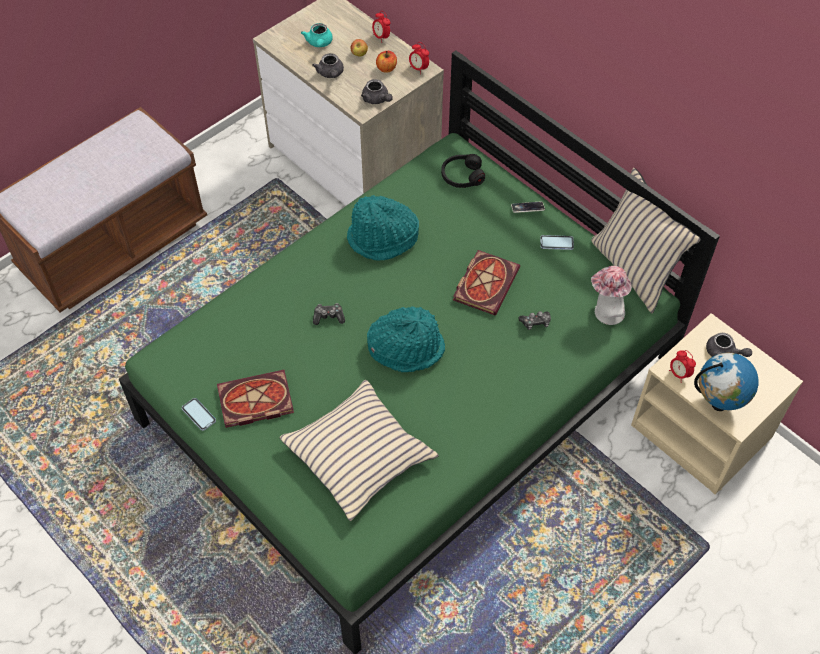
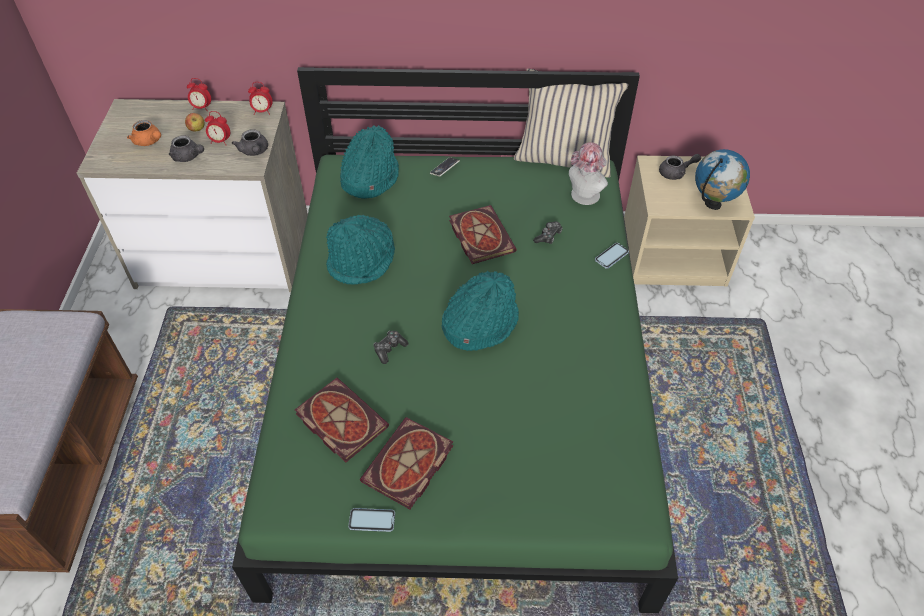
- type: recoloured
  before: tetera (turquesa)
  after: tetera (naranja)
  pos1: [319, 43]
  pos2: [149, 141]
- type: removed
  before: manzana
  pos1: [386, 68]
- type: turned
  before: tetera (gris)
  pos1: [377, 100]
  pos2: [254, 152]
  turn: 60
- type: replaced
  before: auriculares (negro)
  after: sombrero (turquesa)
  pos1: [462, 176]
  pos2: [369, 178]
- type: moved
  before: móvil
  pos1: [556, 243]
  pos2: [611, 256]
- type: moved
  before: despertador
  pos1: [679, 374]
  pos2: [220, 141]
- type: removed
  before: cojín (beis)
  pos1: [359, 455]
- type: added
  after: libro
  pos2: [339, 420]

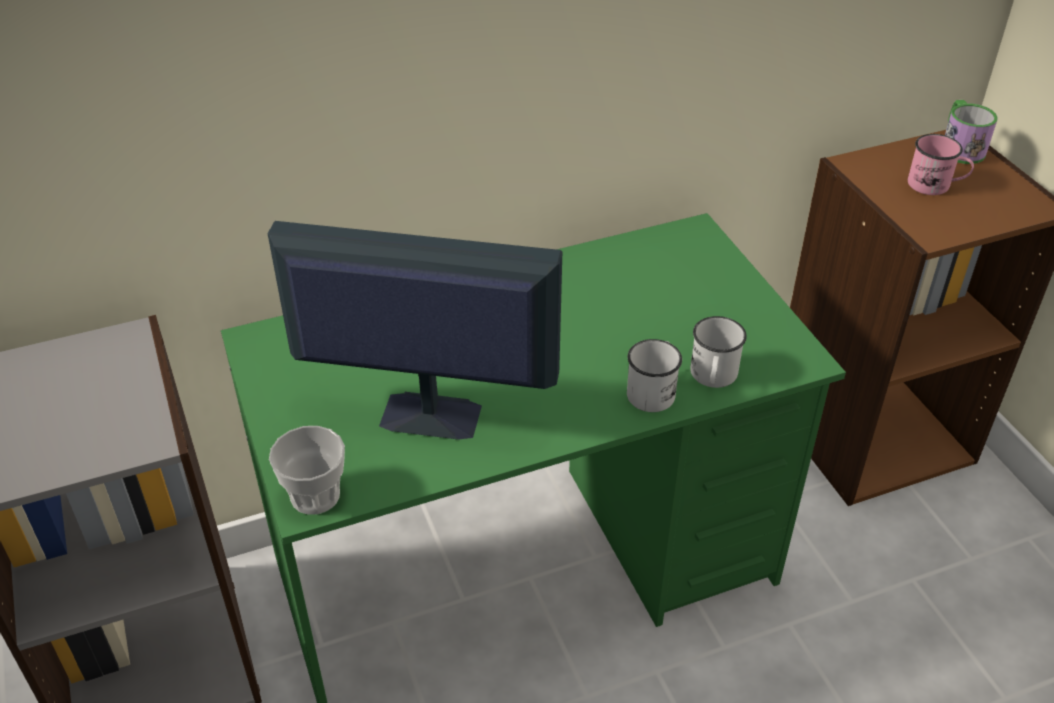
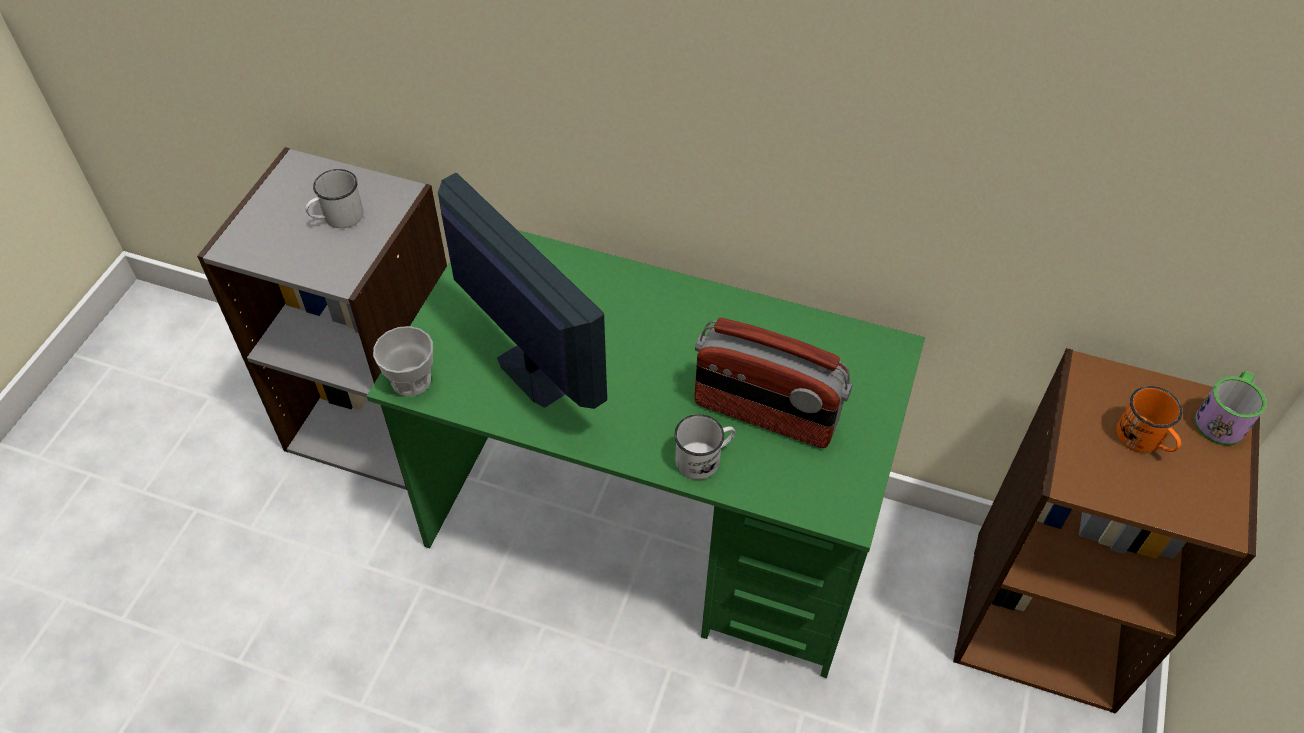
- type: recoloured
  before: taza grande (rosa)
  after: taza grande (naranja)
  pos1: [935, 185]
  pos2: [1144, 440]
- type: moved
  before: taza grande (blanco)
  pos1: [713, 377]
  pos2: [337, 218]
- type: added
  after: radio
  pos2: [765, 414]

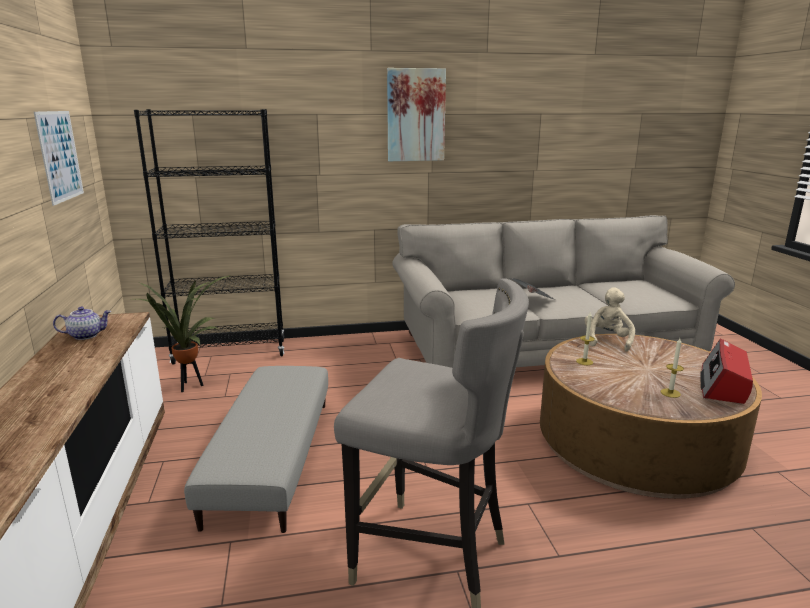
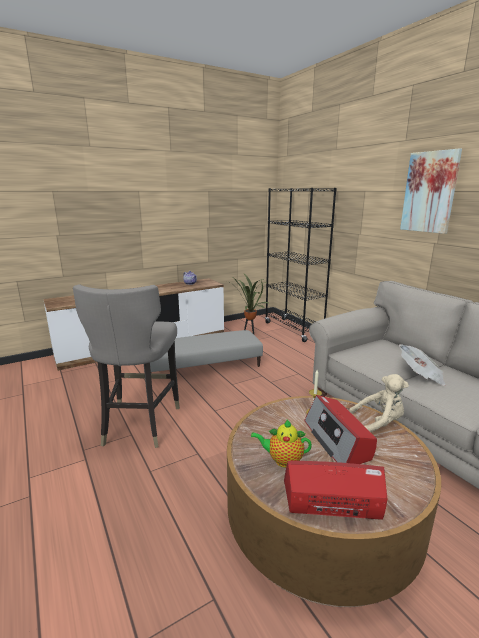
- type: removed
  before: cuadro
  pos1: [60, 156]
- type: replaced
  before: vela
  after: tetera
  pos1: [670, 393]
  pos2: [282, 460]
- type: added
  after: radio
  pos2: [337, 440]

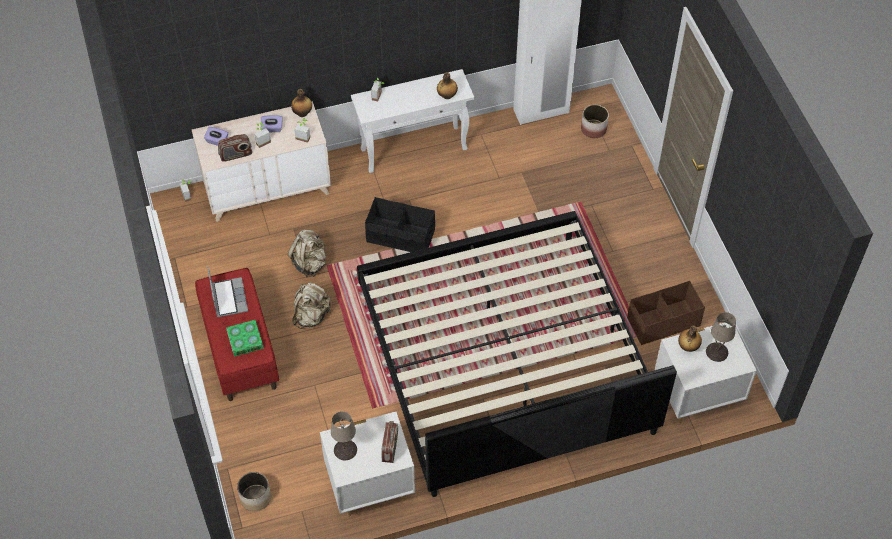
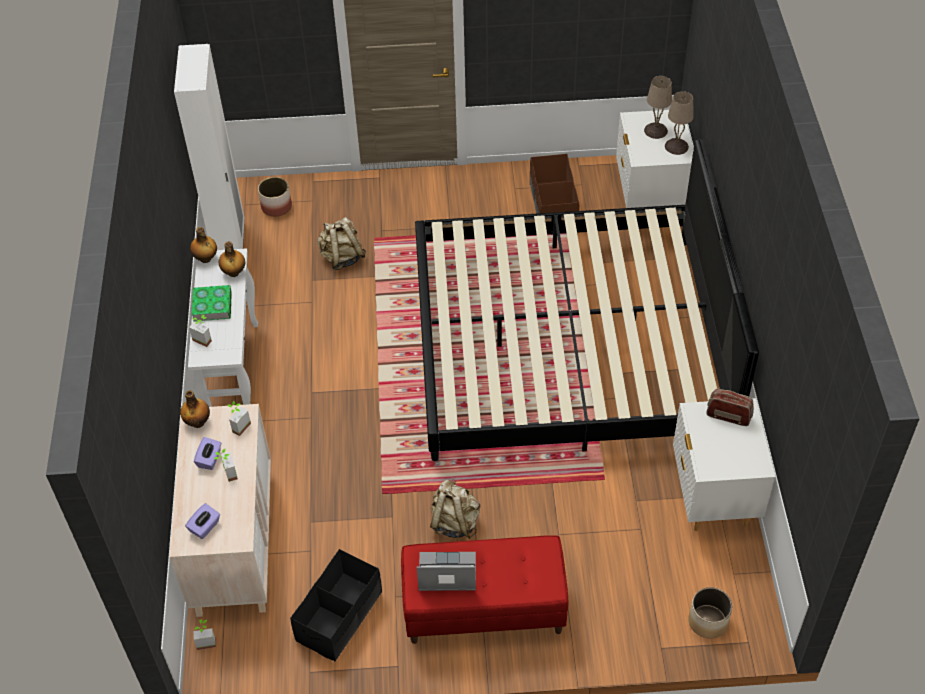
- type: removed
  before: radio
  pos1: [236, 155]
- type: moved
  before: caja de almacenaje (negro)
  pos1: [400, 236]
  pos2: [339, 616]
- type: moved
  before: mochila (beis)
  pos1: [310, 263]
  pos2: [342, 257]
- type: moved
  before: libro
  pos1: [245, 340]
  pos2: [212, 306]
- type: moved
  before: botella
  pos1: [687, 347]
  pos2: [206, 259]
- type: moved
  before: lámpara de mesa (beis)
  pos1: [345, 450]
  pos2: [677, 146]

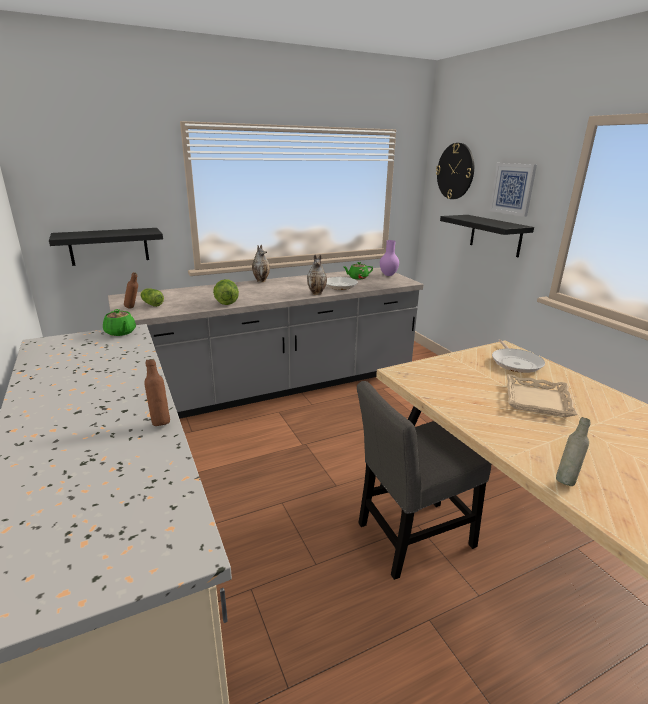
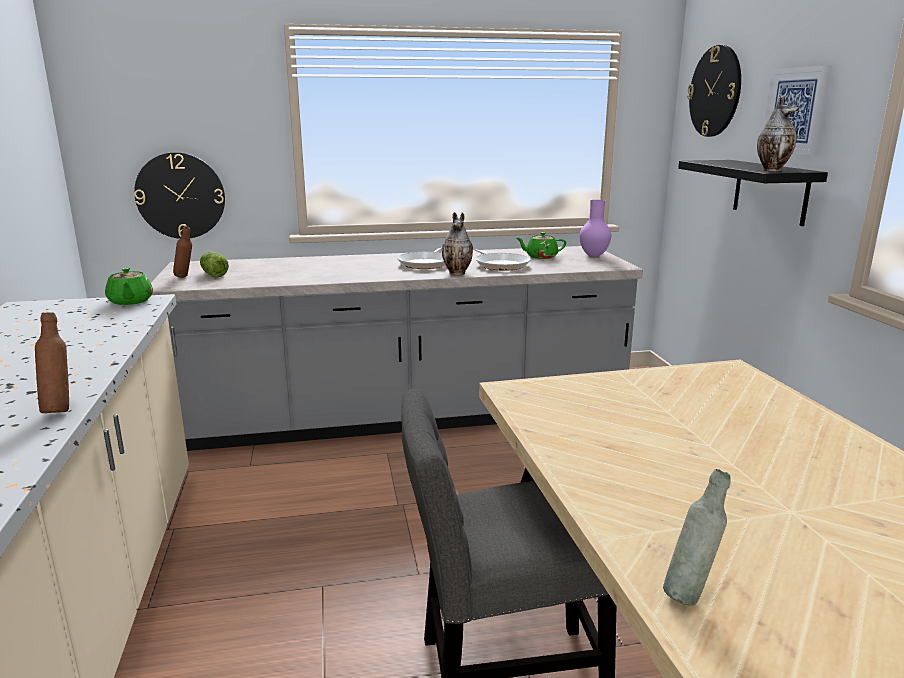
- type: replaced
  before: estante (negro)
  after: reloj de pared
  pos1: [109, 246]
  pos2: [180, 196]
- type: moved
  before: florero
  pos1: [261, 281]
  pos2: [772, 170]
- type: removed
  before: lechuga
  pos1: [226, 303]
- type: moved
  before: sartén
  pos1: [515, 362]
  pos2: [426, 263]
- type: removed
  before: bandeja (beis)
  pos1: [538, 400]

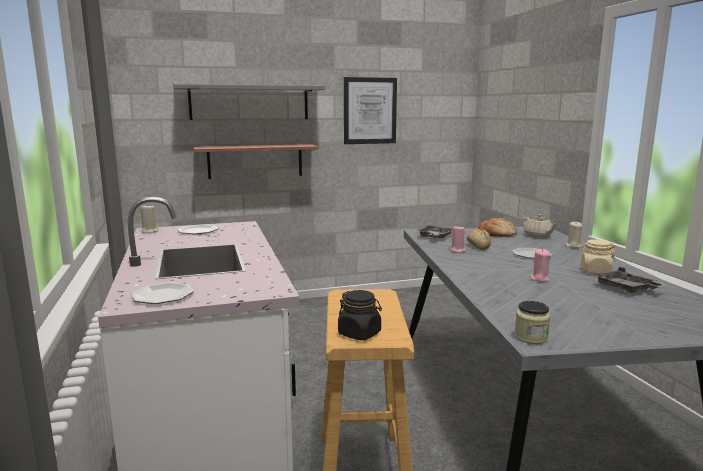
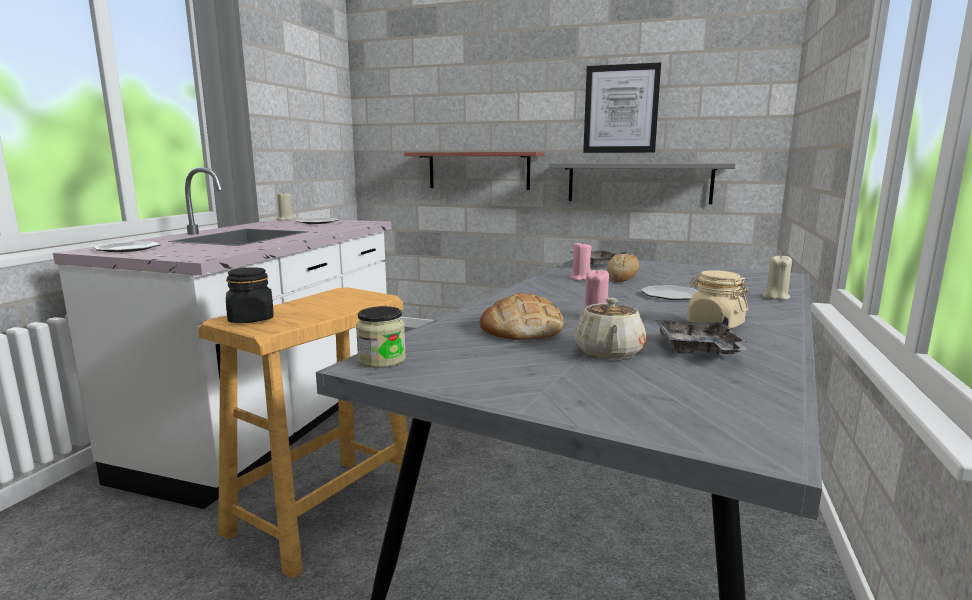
- type: moved
  before: estante (gris)
  pos1: [249, 102]
  pos2: [639, 182]
- type: moved
  before: tetera (beis)
  pos1: [538, 235]
  pos2: [608, 352]
- type: moved
  before: pan
  pos1: [497, 233]
  pos2: [521, 329]

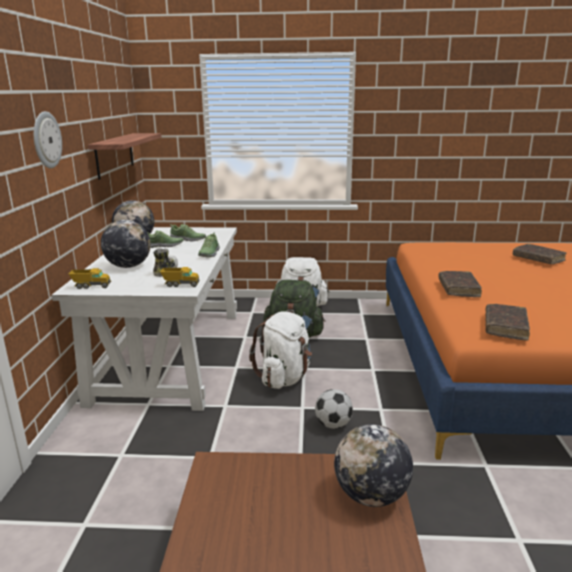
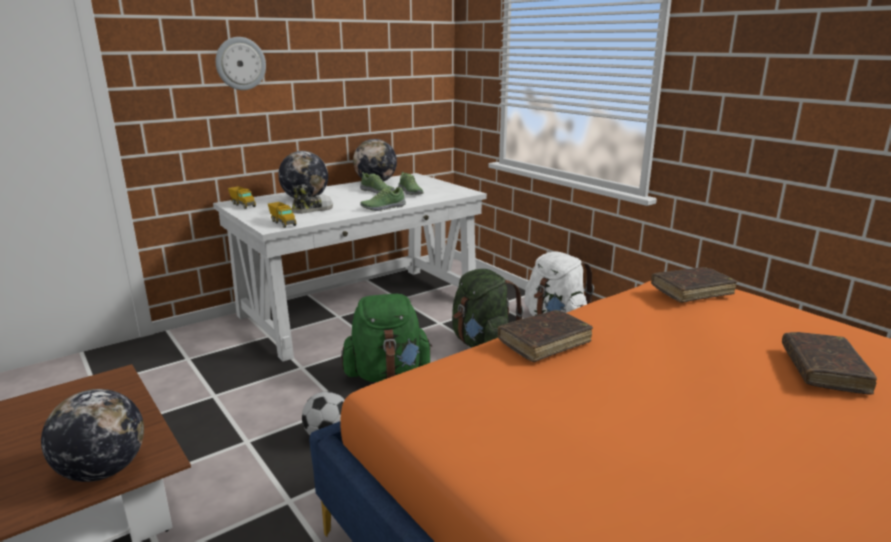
- type: removed
  before: estante
  pos1: [114, 155]
- type: moved
  before: libro (marrón)
  pos1: [505, 327]
  pos2: [691, 291]
- type: recoloured
  before: mochila (blanco)
  after: mochila (verde)
  pos1: [284, 378]
  pos2: [387, 374]

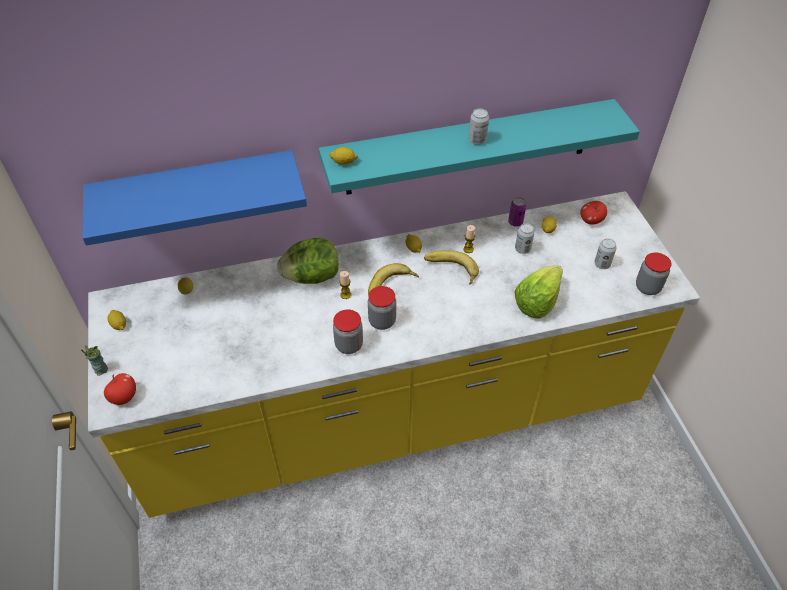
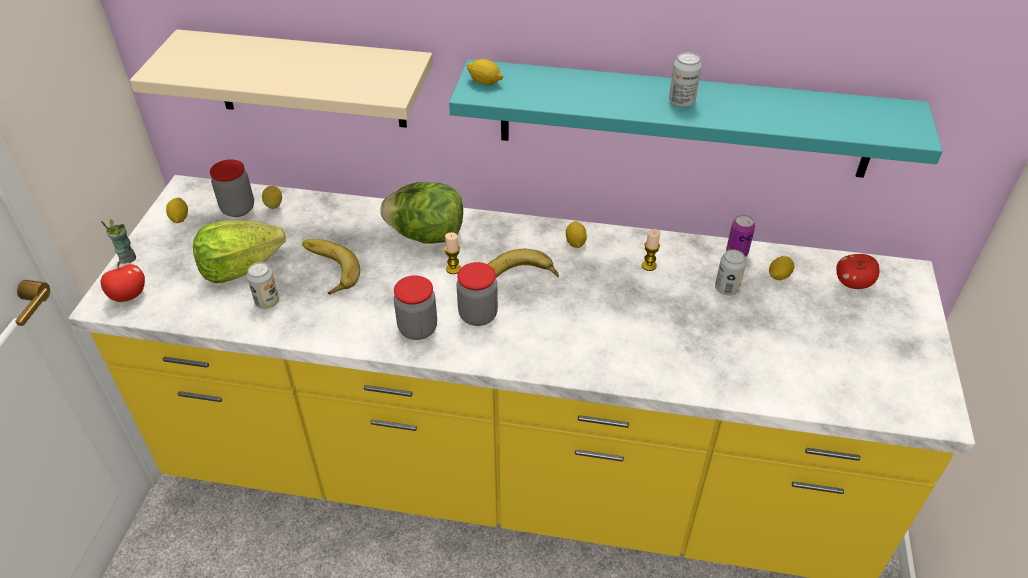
- type: recoloured
  before: estante (azul)
  after: estante (beis)
  pos1: [197, 192]
  pos2: [309, 79]
- type: moved
  before: lata
  pos1: [602, 264]
  pos2: [267, 302]
- type: moved
  before: plátano
  pos1: [450, 270]
  pos2: [326, 270]
- type: moved
  before: tarro
  pos1: [647, 287]
  pos2: [238, 209]
- type: moved
  before: lechuga
  pos1: [537, 302]
  pos2: [240, 267]

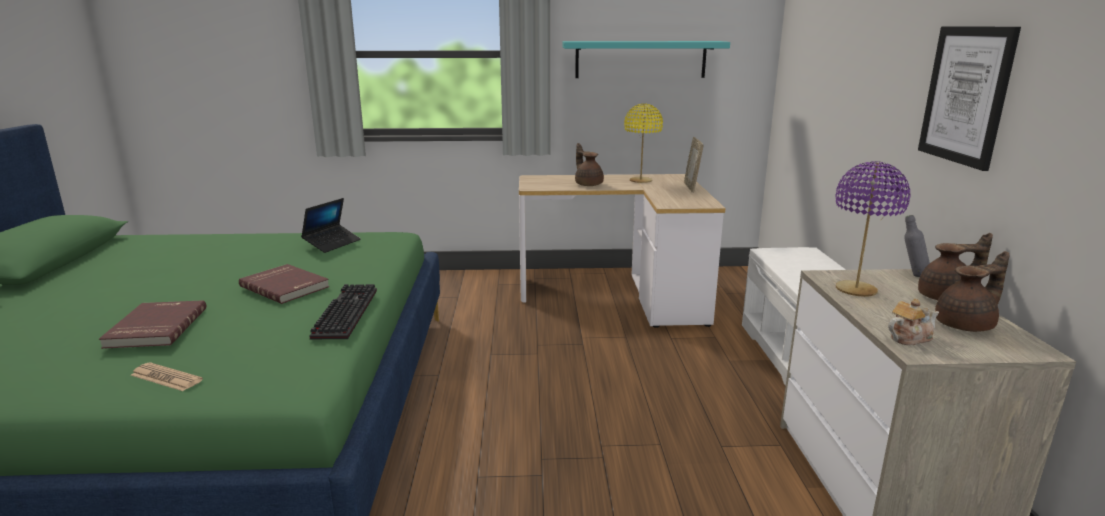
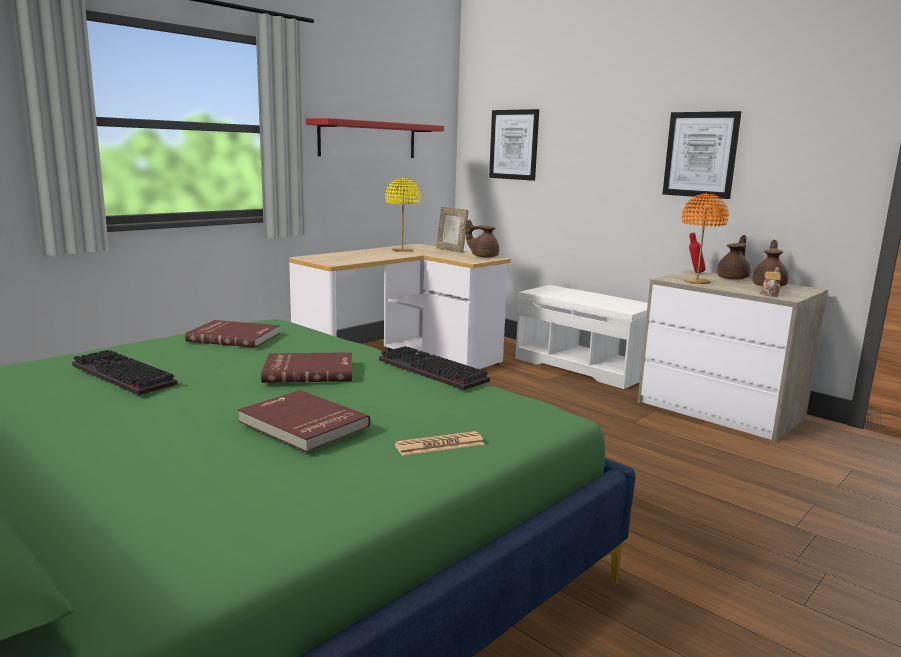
- type: recoloured
  before: estante (turquesa)
  after: estante (rojo)
  pos1: [640, 59]
  pos2: [368, 139]
- type: moved
  before: tetera (marrón)
  pos1: [588, 184]
  pos2: [483, 256]
- type: recoloured
  before: lámpara de mesa (morado)
  after: lámpara de mesa (naranja)
  pos1: [855, 290]
  pos2: [696, 282]
- type: replaced
  before: portátil
  after: libro (rojo)
  pos1: [332, 243]
  pos2: [234, 337]
- type: recoloured
  before: botella (gris)
  after: botella (rojo)
  pos1: [912, 275]
  pos2: [694, 273]
- type: added
  after: cuadro
  pos2: [514, 144]
- type: added
  after: teclado
  pos2: [119, 375]

